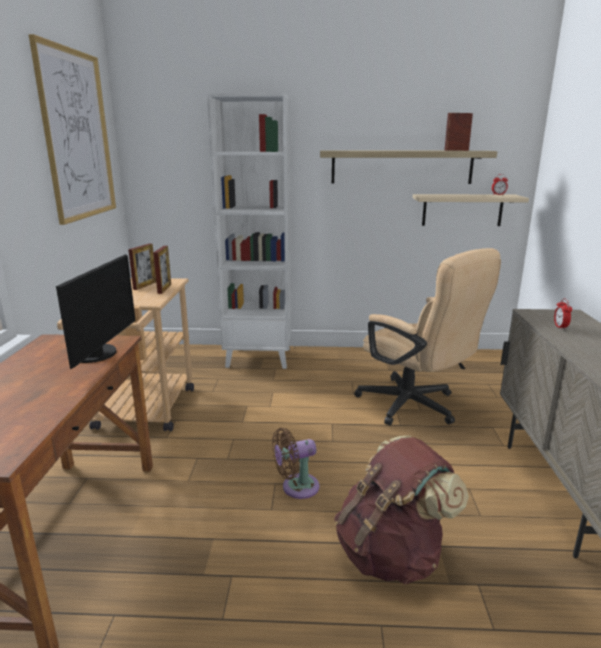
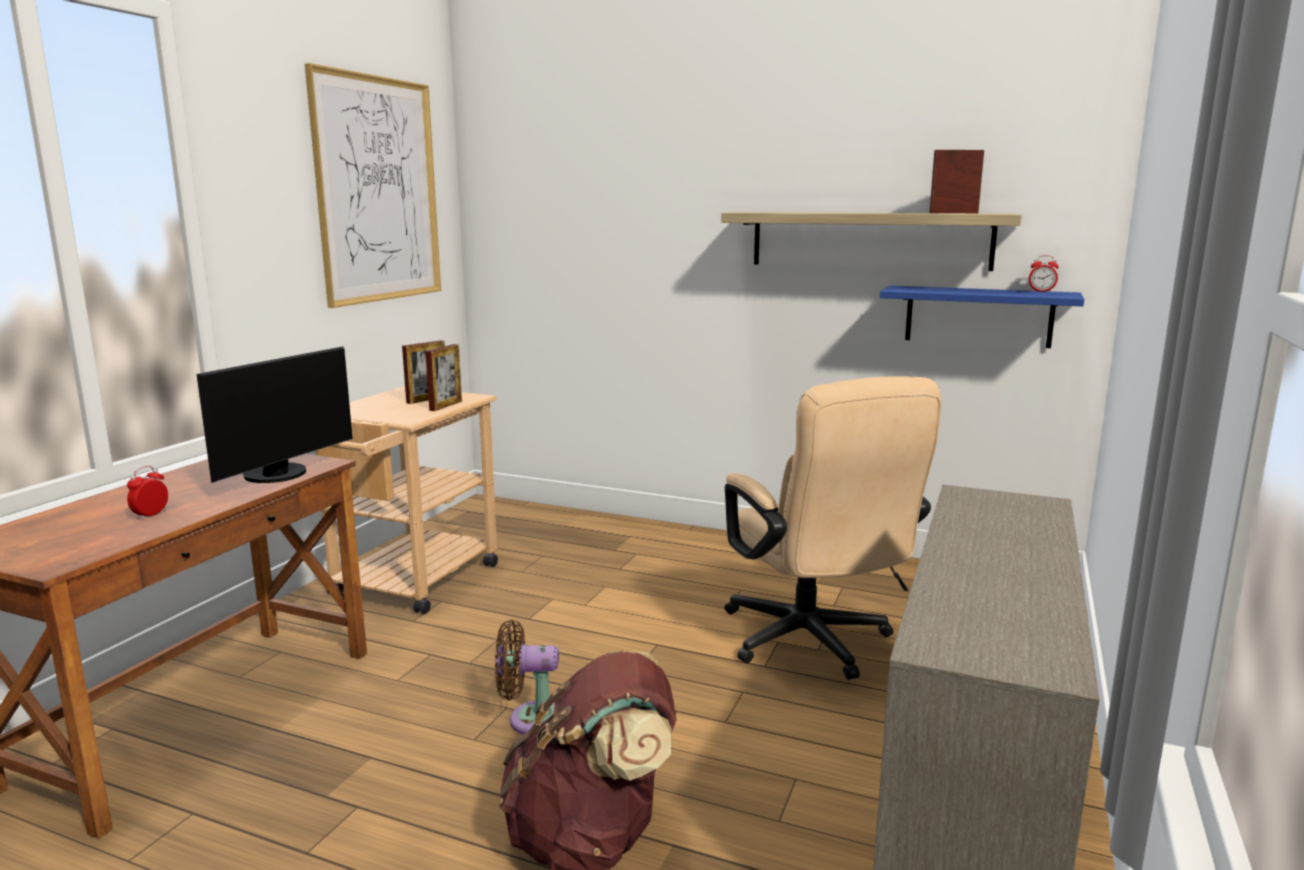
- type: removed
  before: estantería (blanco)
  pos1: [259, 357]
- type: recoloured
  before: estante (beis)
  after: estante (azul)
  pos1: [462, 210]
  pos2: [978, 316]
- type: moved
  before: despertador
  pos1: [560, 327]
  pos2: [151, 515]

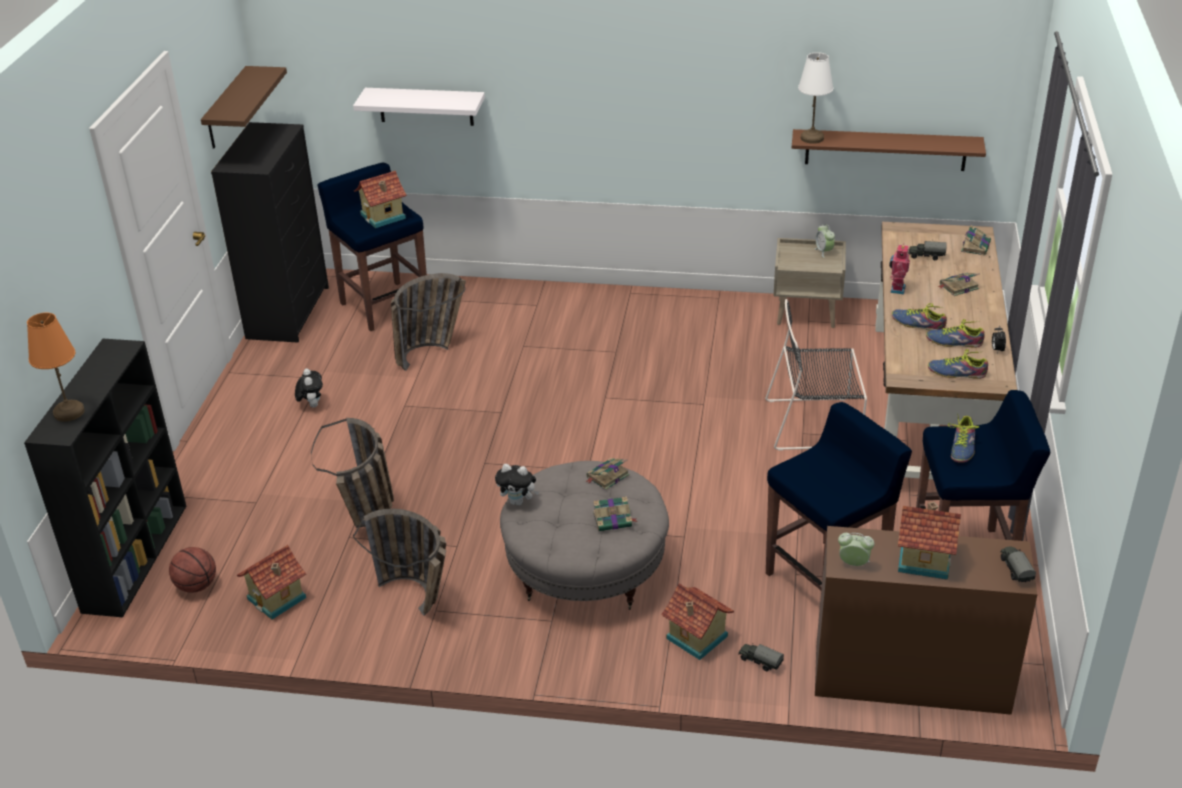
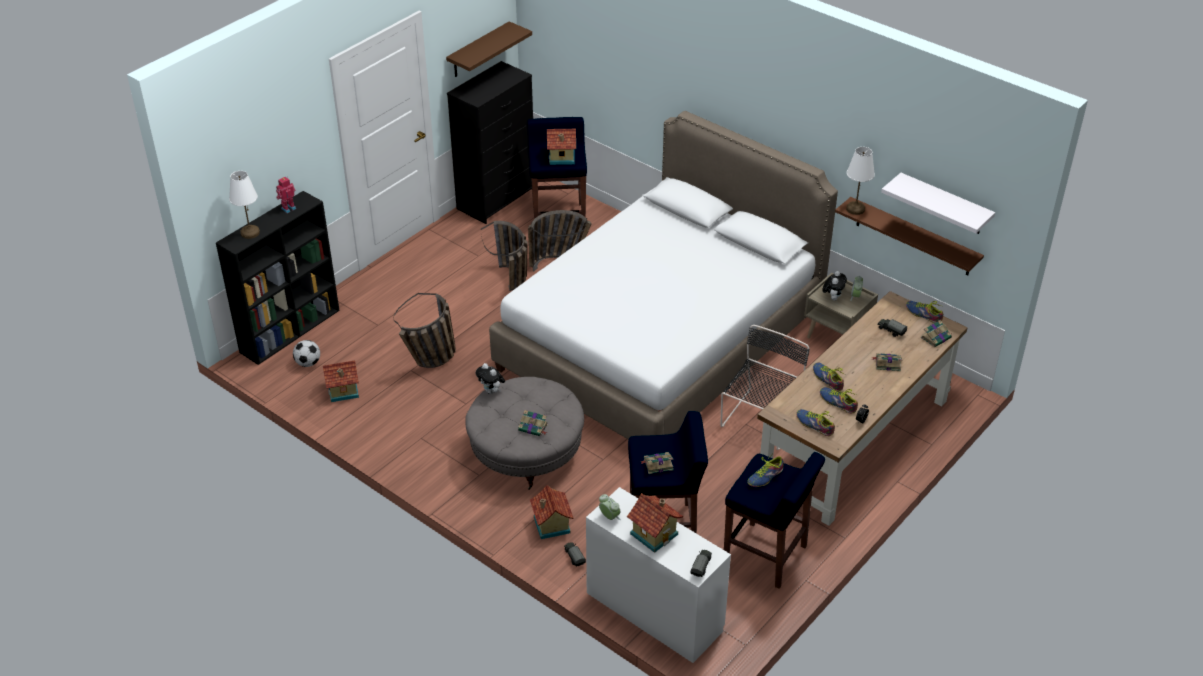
- type: moved
  before: estante (blanco)
  pos1: [426, 106]
  pos2: [944, 204]
- type: moved
  before: robot de juguete
  pos1: [896, 289]
  pos2: [288, 208]
- type: turned
  before: silla (negro)
  pos1: [816, 423]
  pos2: [761, 421]
  turn: 90
- type: recoloured
  before: lámpara de mesa (naranja)
  after: lámpara de mesa (blanco)
  pos1: [69, 412]
  pos2: [250, 233]
- type: moved
  before: peluche
  pos1: [311, 405]
  pos2: [833, 298]
- type: moved
  before: libro
  pos1: [607, 477]
  pos2: [657, 464]
- type: moved
  before: cesta
  pos1: [419, 601]
  pos2: [513, 283]
- type: recoloured
  before: escritorio (marrón)
  after: escritorio (blanco)
  pos1: [910, 678]
  pos2: [654, 611]
- type: replaced
  before: balón de baloncesto
  after: balón de fútbol
  pos1: [196, 586]
  pos2: [308, 363]
- type: added
  after: cama (blanco)
  pos2: [660, 341]
- type: added
  after: zapato
  pos2: [923, 314]

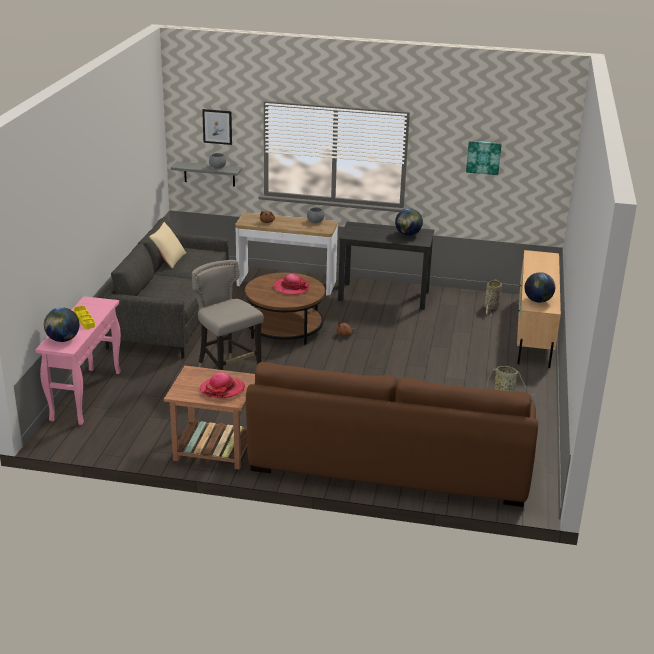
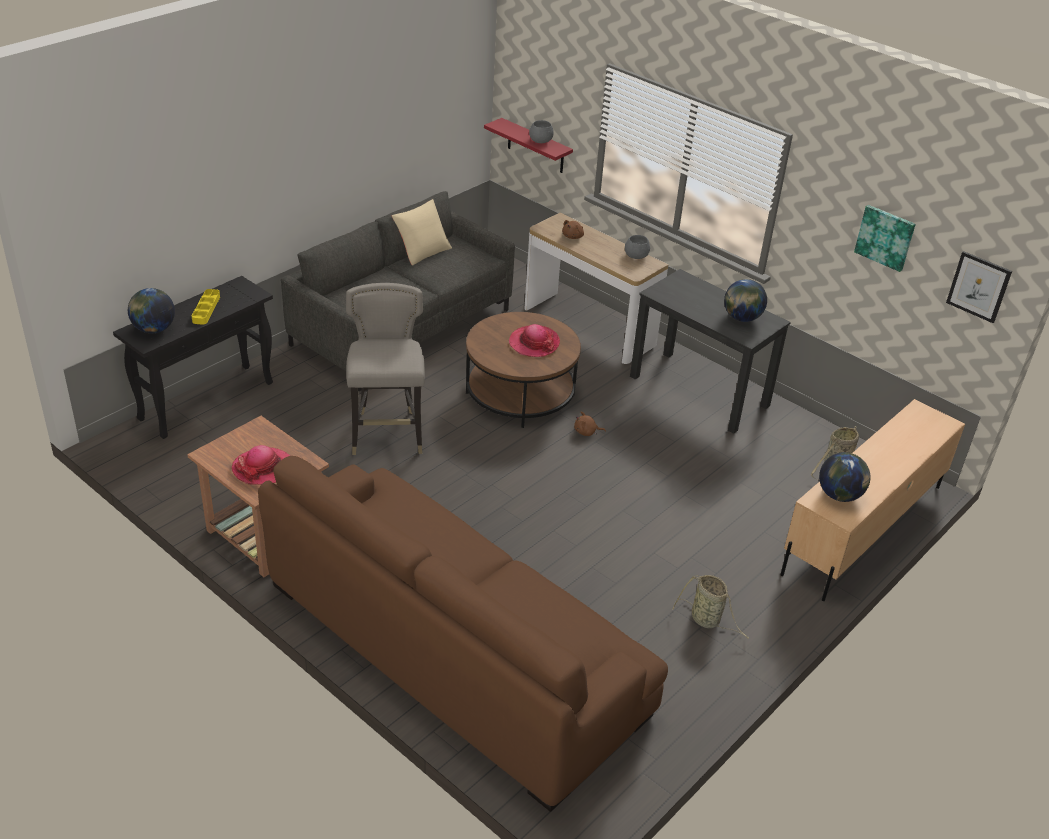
- type: moved
  before: cuadro
  pos1: [217, 126]
  pos2: [979, 286]
- type: recoloured
  before: estante (gris)
  after: estante (rojo)
  pos1: [209, 174]
  pos2: [535, 146]
- type: recoloured
  before: mesa consola (rosa)
  after: mesa consola (negro)
  pos1: [86, 395]
  pos2: [207, 400]

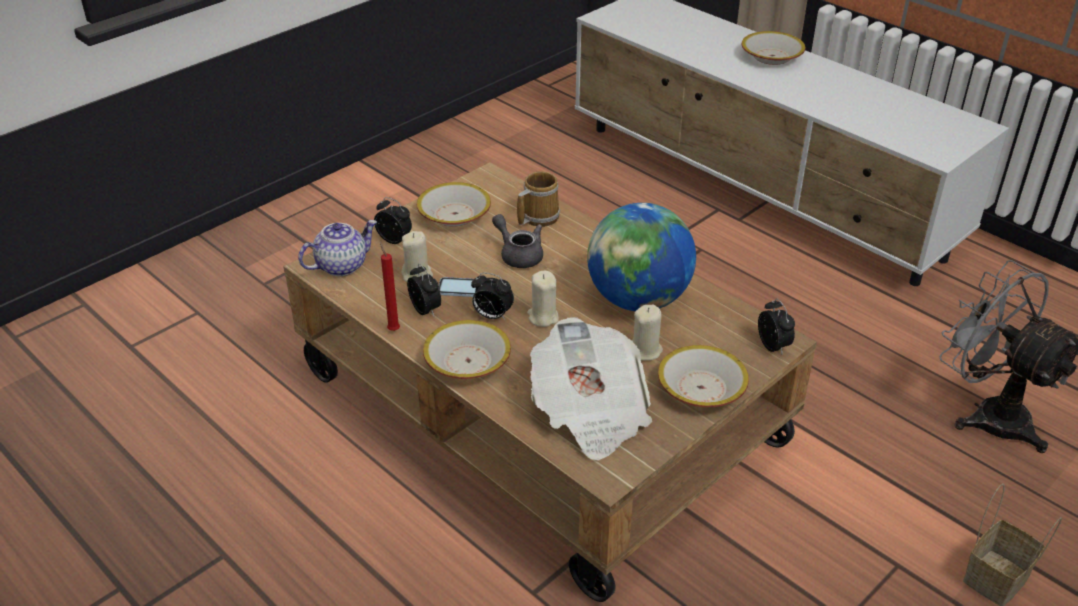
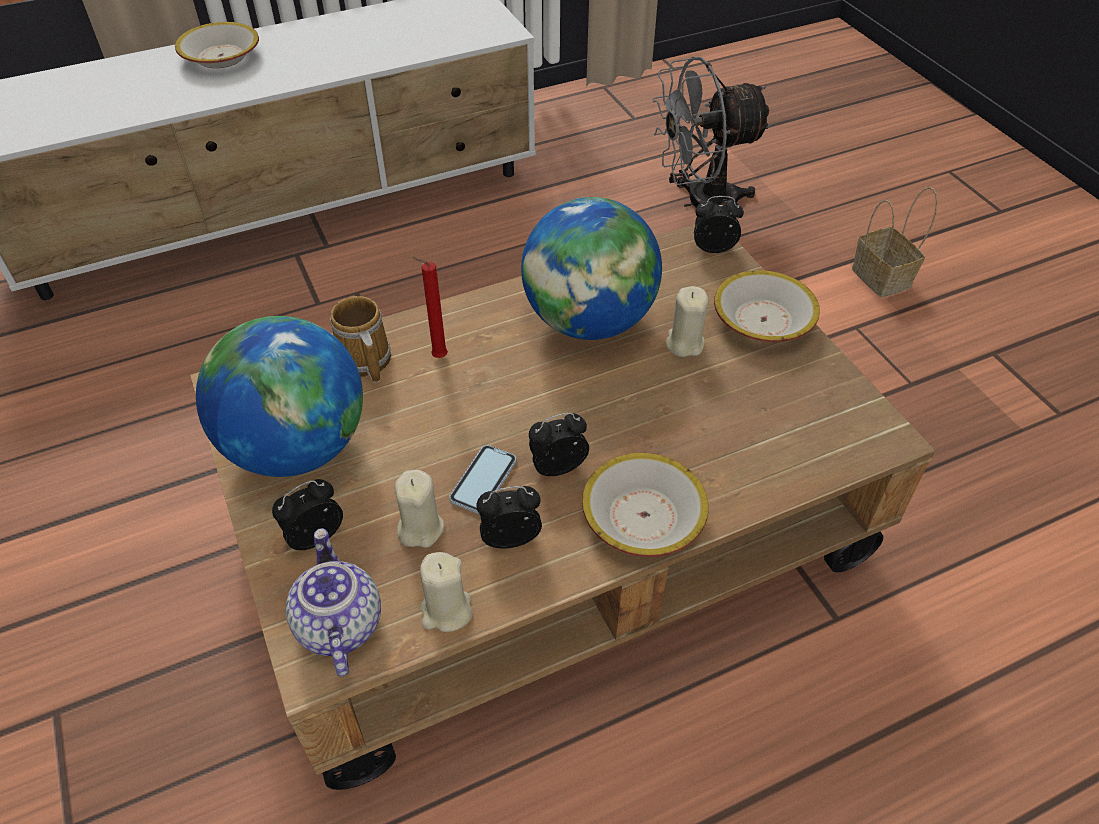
- type: replaced
  before: cuenco
  after: globo terráqueo
  pos1: [455, 215]
  pos2: [297, 447]
- type: removed
  before: tetera (gris)
  pos1: [518, 254]
- type: moved
  before: vela (rojo)
  pos1: [393, 329]
  pos2: [437, 357]
- type: moved
  before: vela (beis)
  pos1: [543, 317]
  pos2: [446, 611]
- type: turned
  before: despertador
  pos1: [492, 316]
  pos2: [557, 466]
  turn: -150
- type: removed
  before: periódico
  pos1: [590, 413]

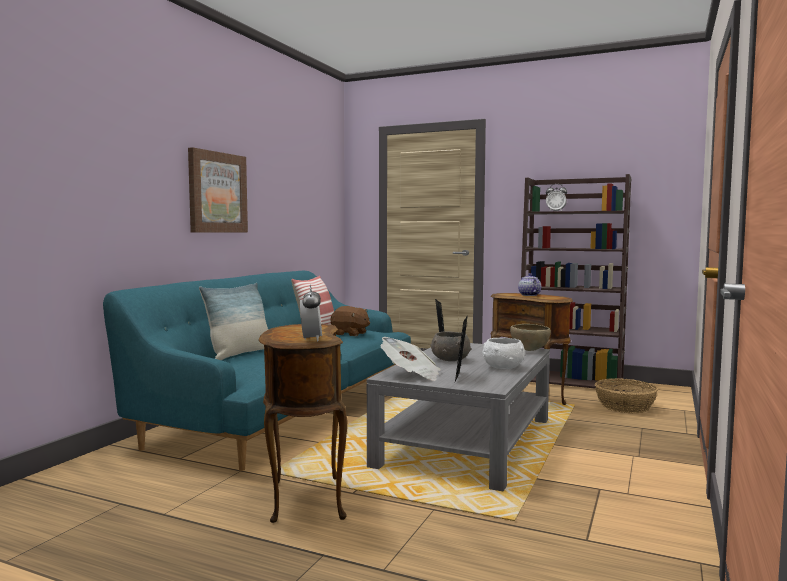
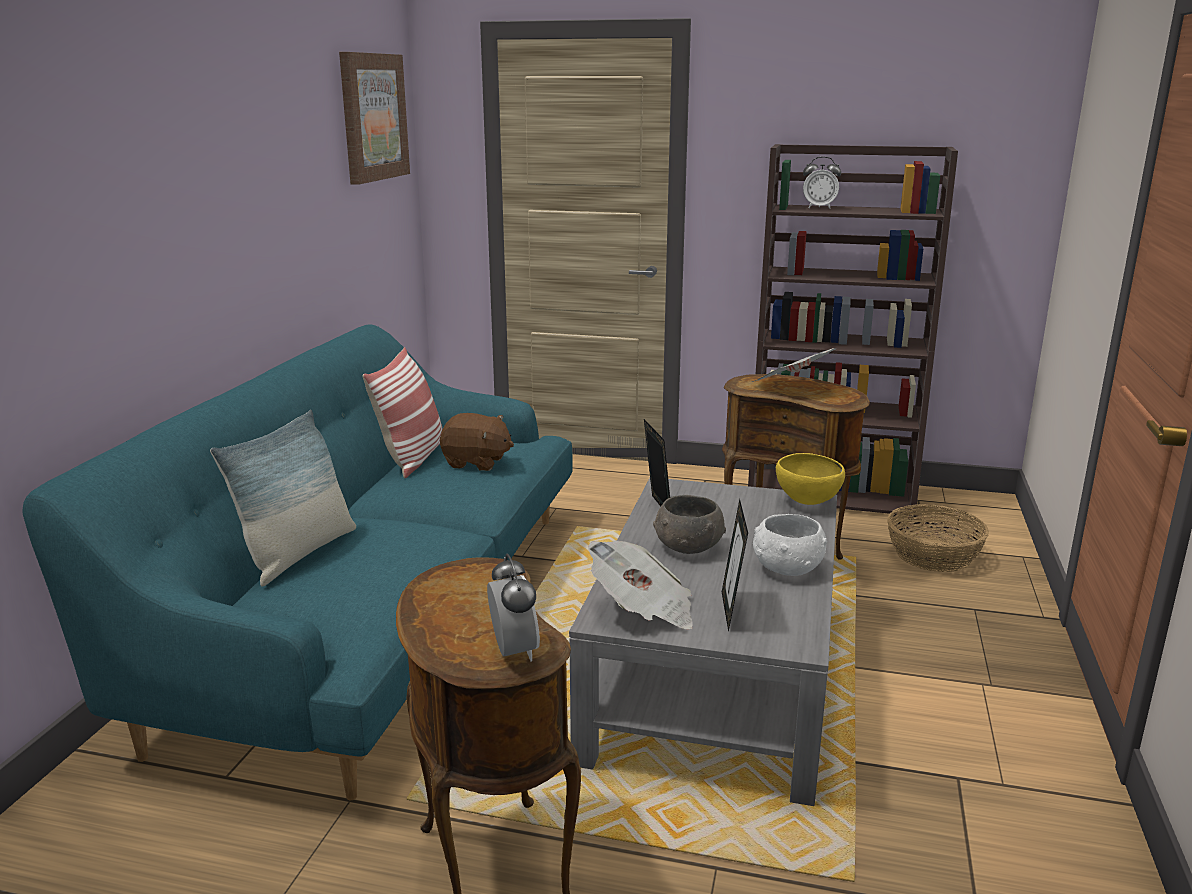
- type: moved
  before: cuadro
  pos1: [217, 192]
  pos2: [373, 117]
- type: replaced
  before: tetera
  after: periódico
  pos1: [529, 295]
  pos2: [791, 386]
- type: recoloured
  before: cuenco (marrón)
  after: cuenco (amarillo)
  pos1: [529, 350]
  pos2: [807, 503]

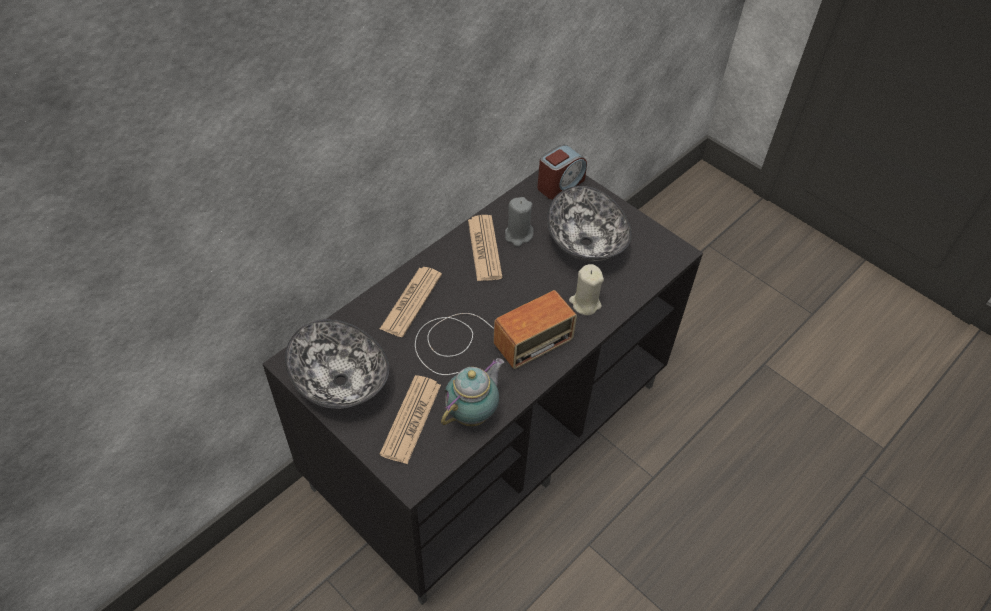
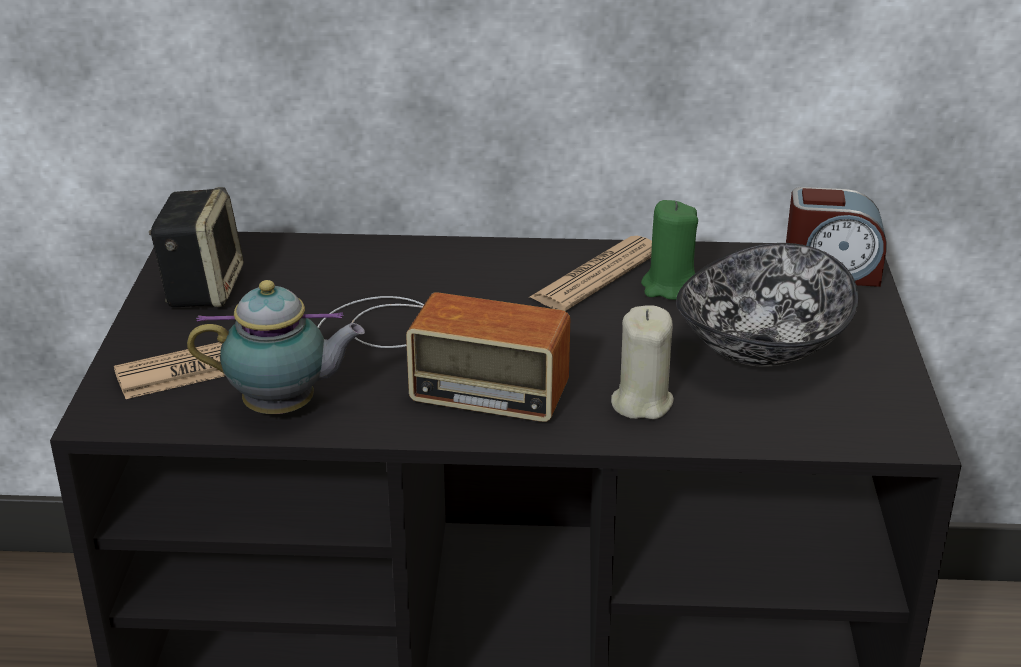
- type: recoloured
  before: vela (gris)
  after: vela (verde)
  pos1: [518, 235]
  pos2: [669, 287]
- type: removed
  before: periódico
  pos1: [411, 302]
- type: replaced
  before: cuenco
  after: altavoz
  pos1: [339, 381]
  pos2: [202, 288]

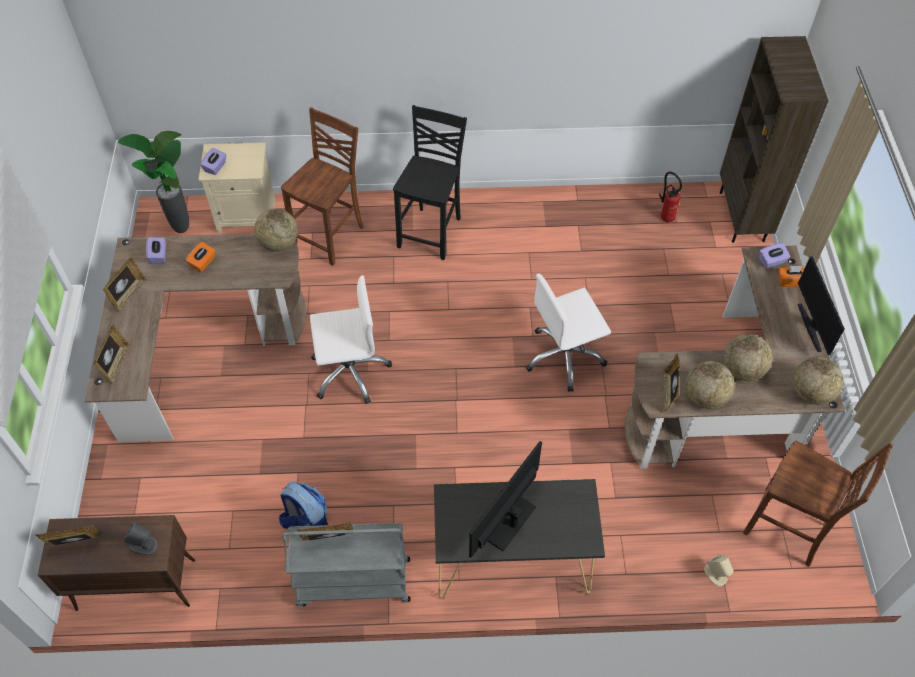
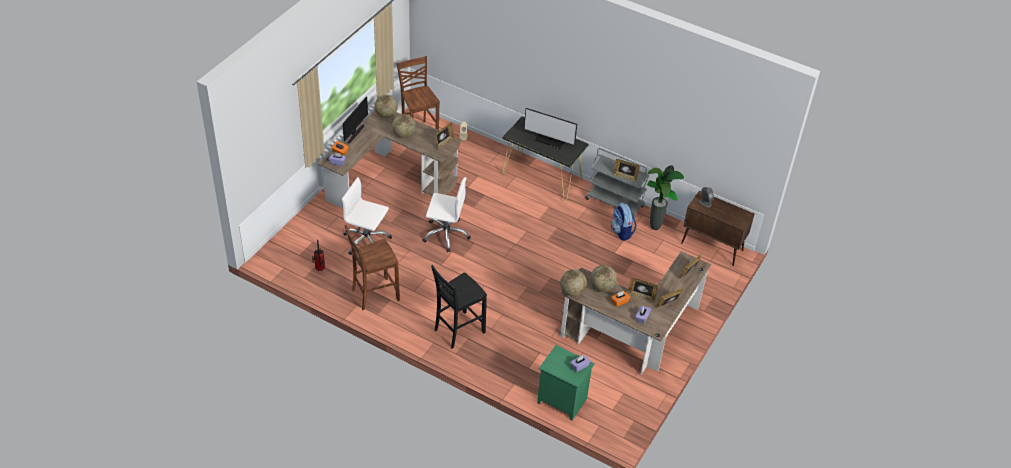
- type: removed
  before: estantería (marrón)
  pos1: [742, 217]
- type: moved
  before: silla (marrón)
  pos1: [331, 236]
  pos2: [374, 294]
- type: moved
  before: planta en maceta
  pos1: [180, 228]
  pos2: [655, 228]
- type: recoloured
  before: mesita de noche (beis)
  after: mesita de noche (verde)
  pos1: [247, 215]
  pos2: [561, 401]
- type: moved
  before: silla de oficina (blanco)
  pos1: [350, 371]
  pos2: [366, 241]
- type: moved
  before: globo terráqueo
  pos1: [704, 397]
  pos2: [602, 287]
- type: turned
  before: monitor
  pos1: [508, 521]
  pos2: [549, 141]
  turn: 45
- type: moved
  before: portarretratos
  pos1: [76, 543]
  pos2: [641, 296]

